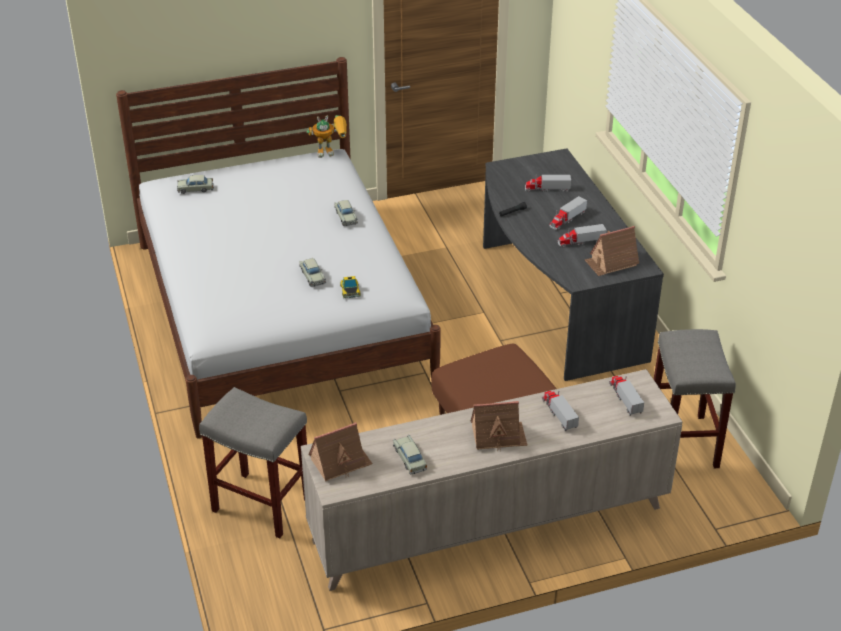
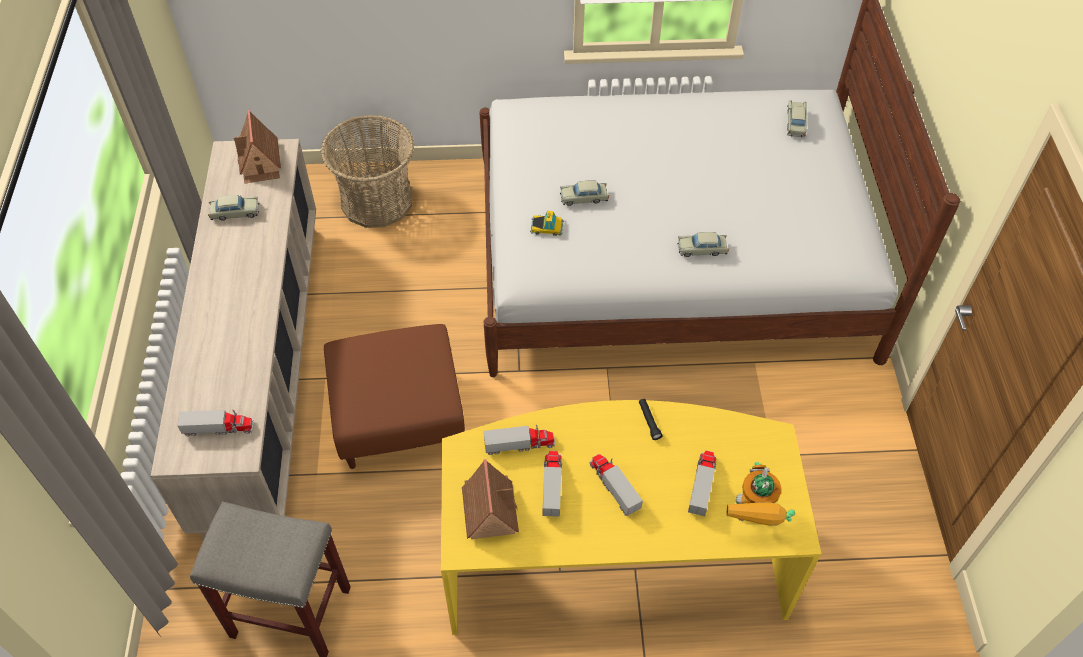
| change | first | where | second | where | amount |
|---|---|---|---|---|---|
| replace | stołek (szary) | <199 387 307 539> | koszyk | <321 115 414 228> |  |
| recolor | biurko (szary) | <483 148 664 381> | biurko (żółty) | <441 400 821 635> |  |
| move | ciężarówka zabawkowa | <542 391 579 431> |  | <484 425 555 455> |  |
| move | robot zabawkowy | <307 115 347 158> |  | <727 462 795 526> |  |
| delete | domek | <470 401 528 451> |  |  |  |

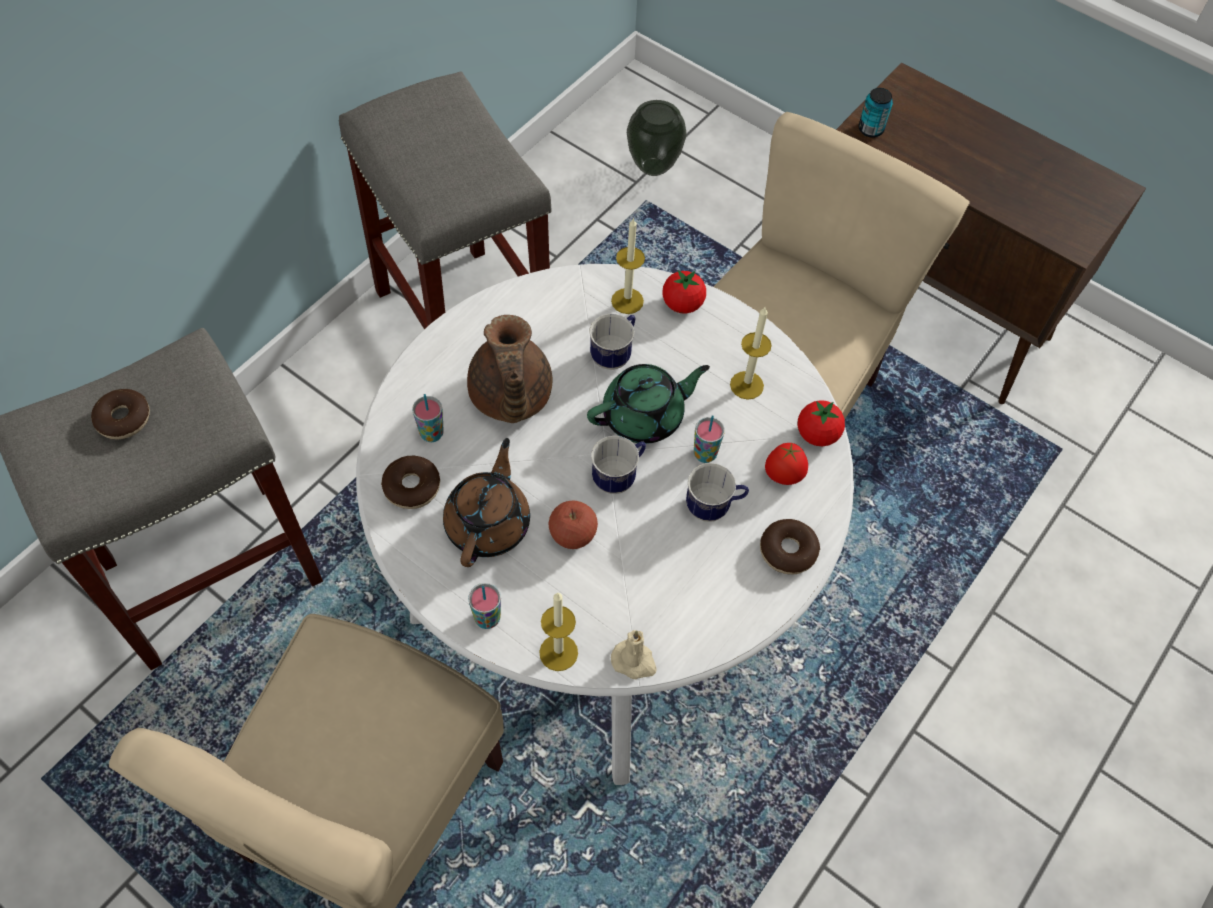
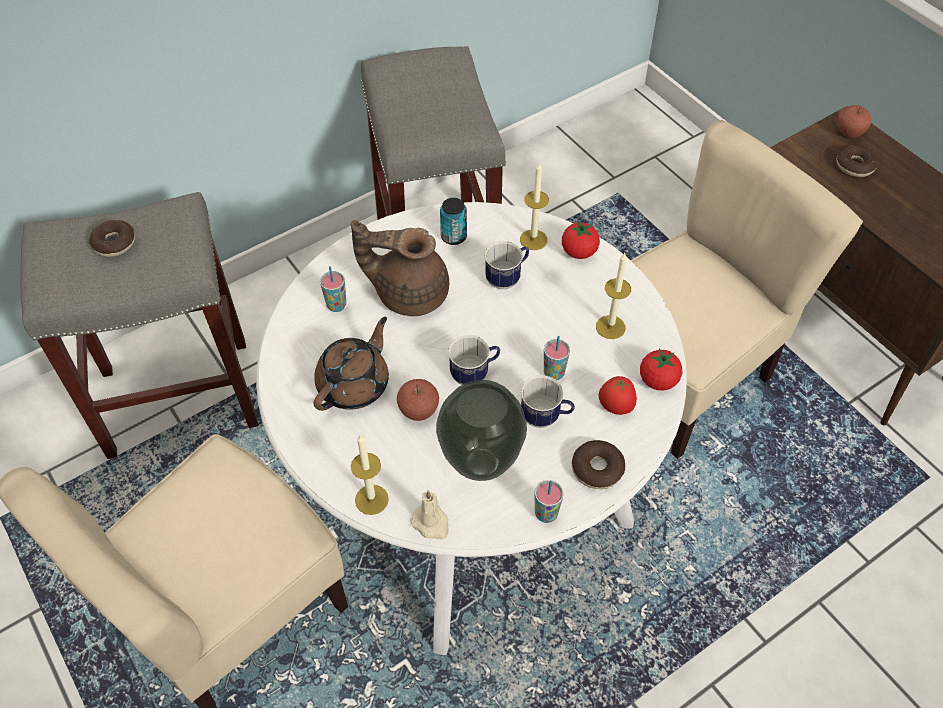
| change | first | where | second | where | amount |
|---|---|---|---|---|---|
| rotate | imbryk (brązowy) | <467 315 553 423> |  | <351 220 449 316> | 90 degrees clockwise |
| move | wazon | <627 100 686 176> |  | <436 380 527 481> |  |
| move | puszka | <859 88 893 138> |  | <440 198 467 245> |  |
| move | filiżanka | <468 583 501 629> |  | <535 480 564 523> |  |
| move | donut | <381 456 440 509> |  | <836 145 878 177> |  |
| insert |  |  | jabłko | <837 105 871 138> |  |
| delete | imbryk (zielony) | <587 364 710 444> |  |  |  |

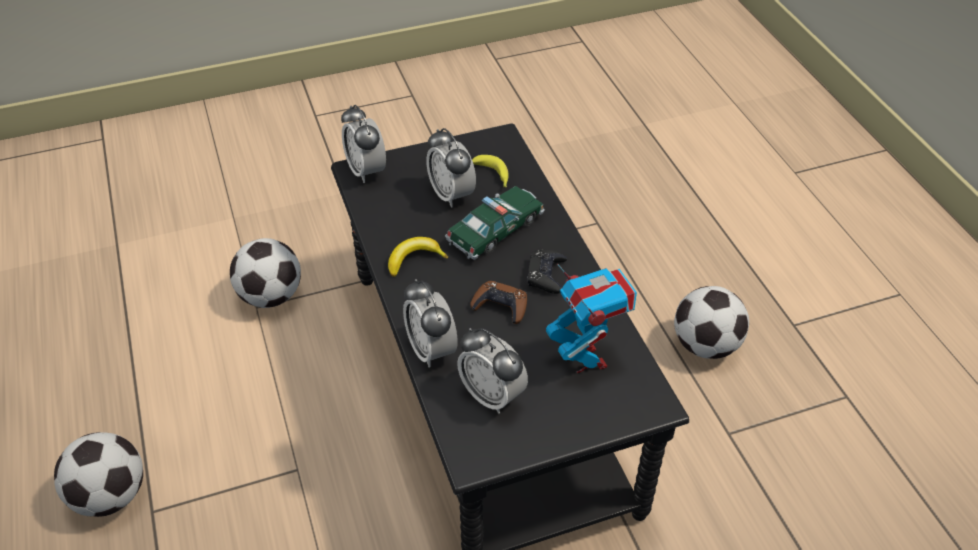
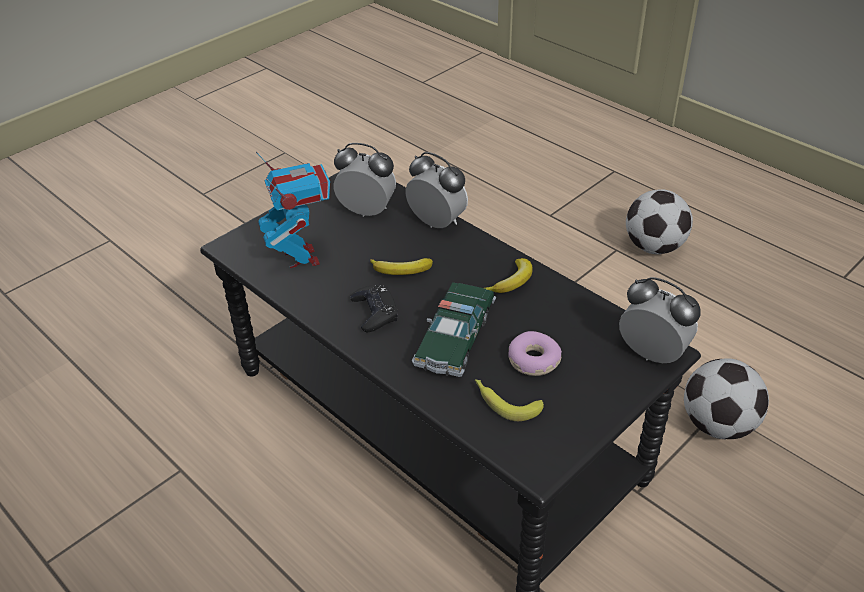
| change | first | where | second | where | amount |
|---|---|---|---|---|---|
| rotate | robot zabawkowy | <546 264 637 373> |  | <256 152 330 268> | 150 degrees counterclockwise |
| replace | pad do gier (brązowy) | <470 281 527 324> | banan | <370 258 433 275> |  |
| replace | budzik | <426 128 476 208> | donut | <508 331 562 376> |  |
| delete | piłka futbolowa | <674 286 749 359> |  |  |  |

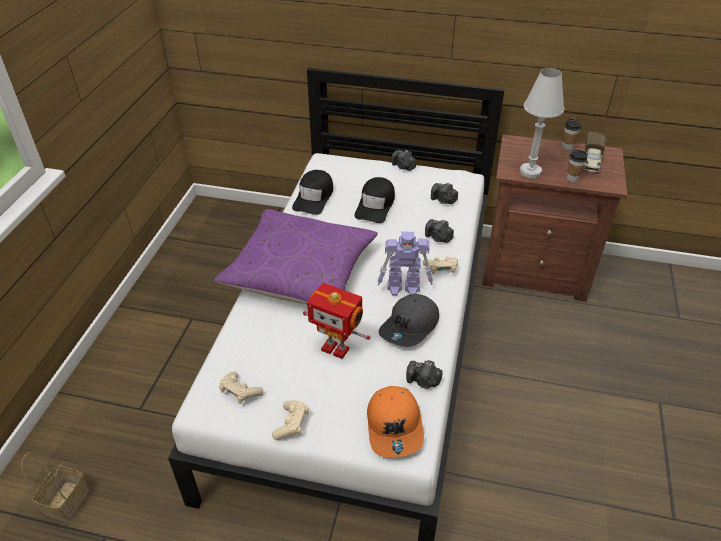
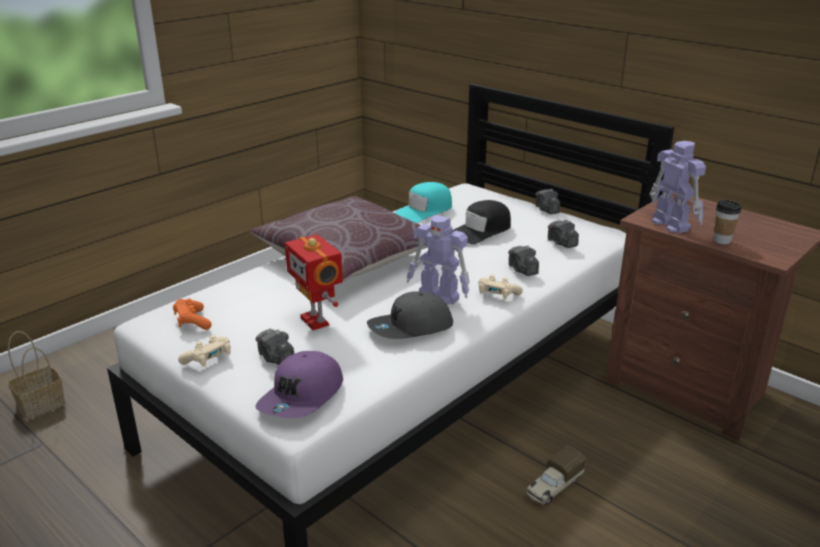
| change | first | where | second | where | amount |
|---|---|---|---|---|---|
| recolor | pad do gier (beżowy) | <219 371 263 404> | pad do gier (pomarańczowy) | <173 298 212 330> |  |
| recolor | poduszka (fioletowy) | <214 209 378 305> | poduszka (brązowy) | <250 196 427 281> |  |
| recolor | czapka z daszkiem (pomarańczowy) | <367 386 424 457> | czapka z daszkiem (fioletowy) | <255 351 343 418> |  |
| move | aparat fotograficzny | <406 360 443 389> |  | <256 329 294 365> |  |
| recolor | czapka z daszkiem (czarny) | <292 170 333 215> | czapka z daszkiem (turkusowy) | <394 182 452 223> |  |
| move | ciężarówka zabawkowa | <583 133 606 173> |  | <525 446 586 504> |  |
| replace | lampa stołowa (biały) | <519 68 564 178> | robot zabawkowy | <649 141 706 233> |  |
| delete | filiżanka | <562 119 581 150> |  |  |  |

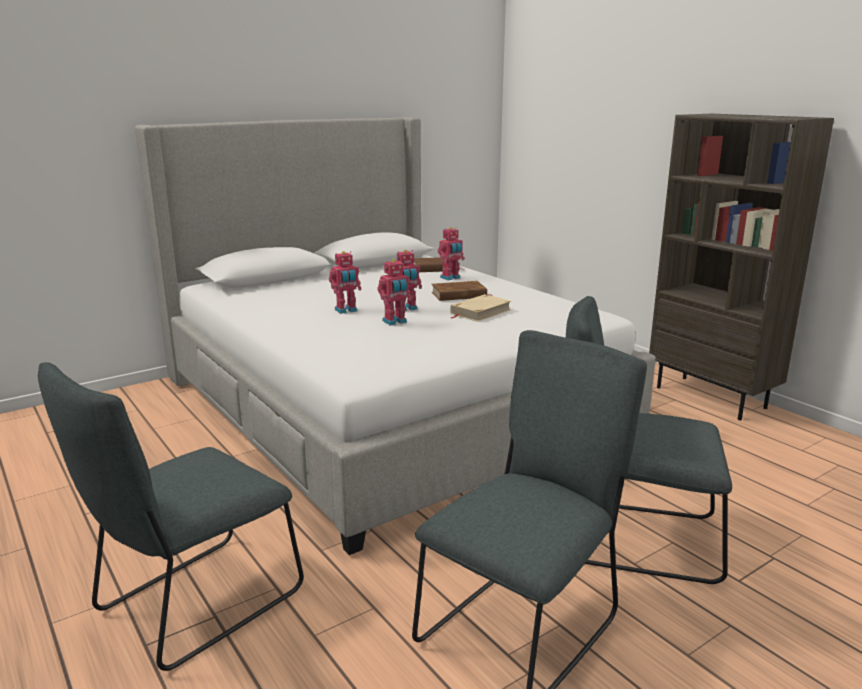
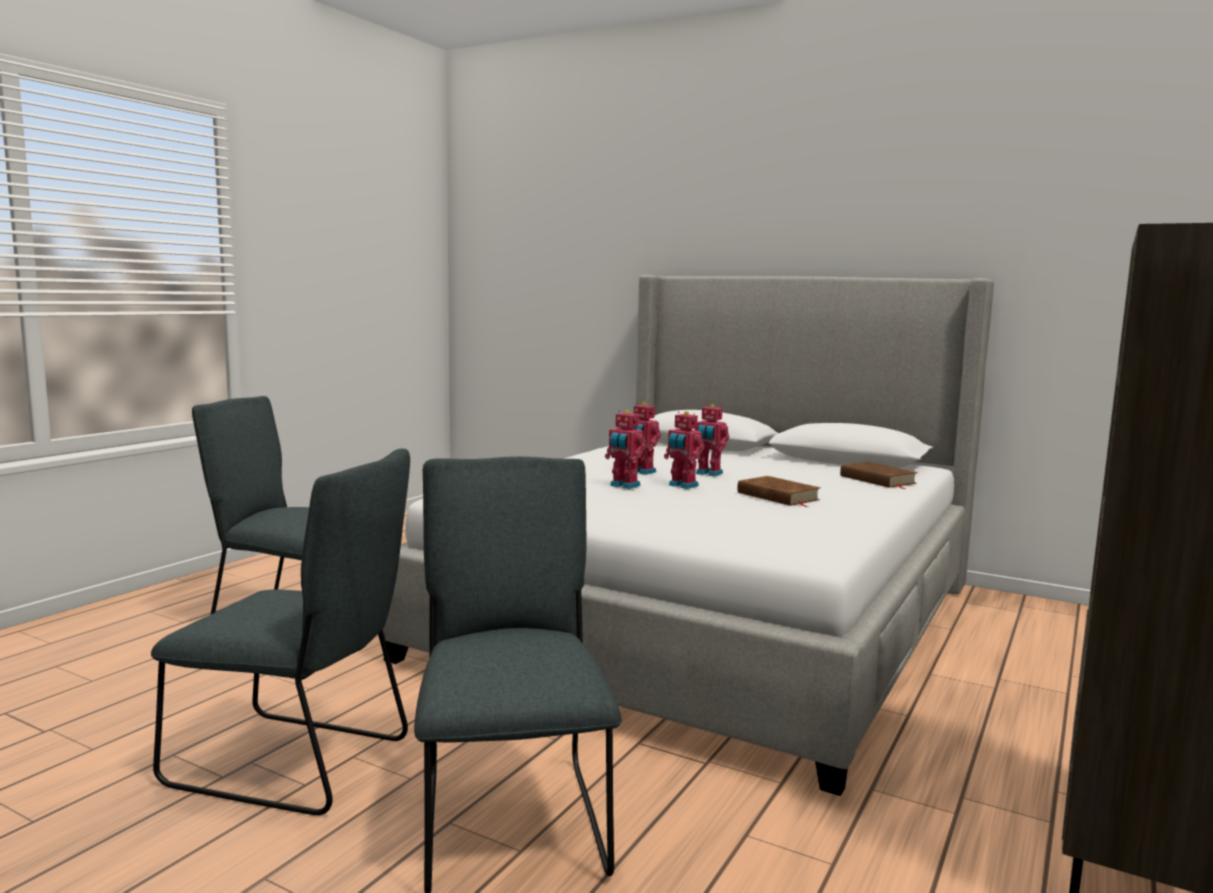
| change | first | where | second | where | amount |
|---|---|---|---|---|---|
| move | robot zabawkowy | <438 227 465 280> |  | <694 404 729 477> |  |
| delete | książka (beżowy) | <450 294 511 322> |  |  |  |

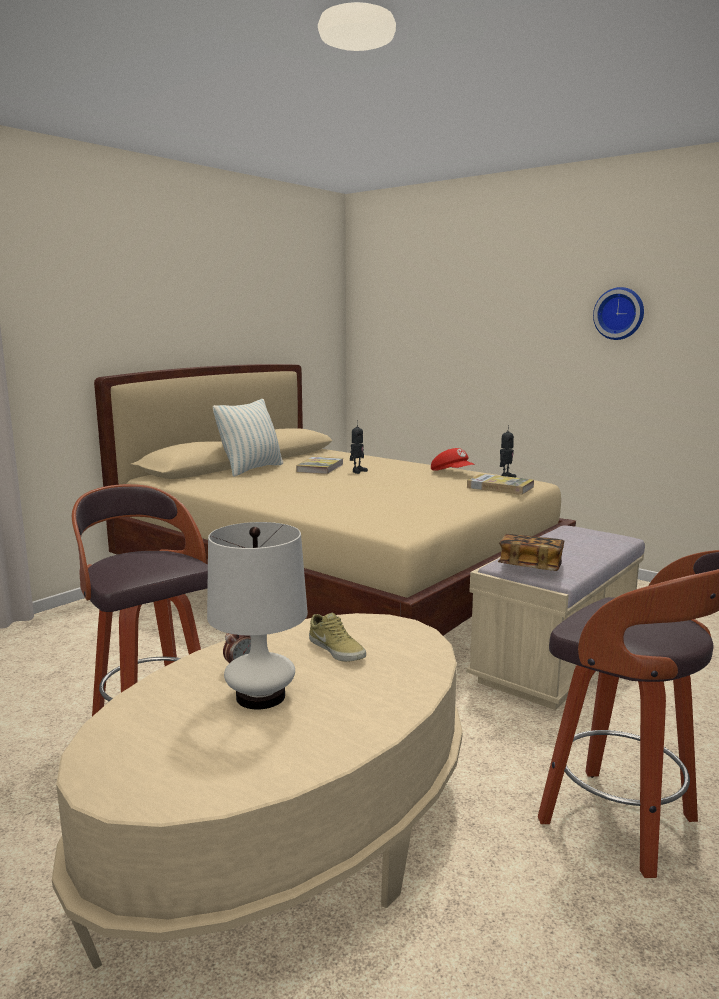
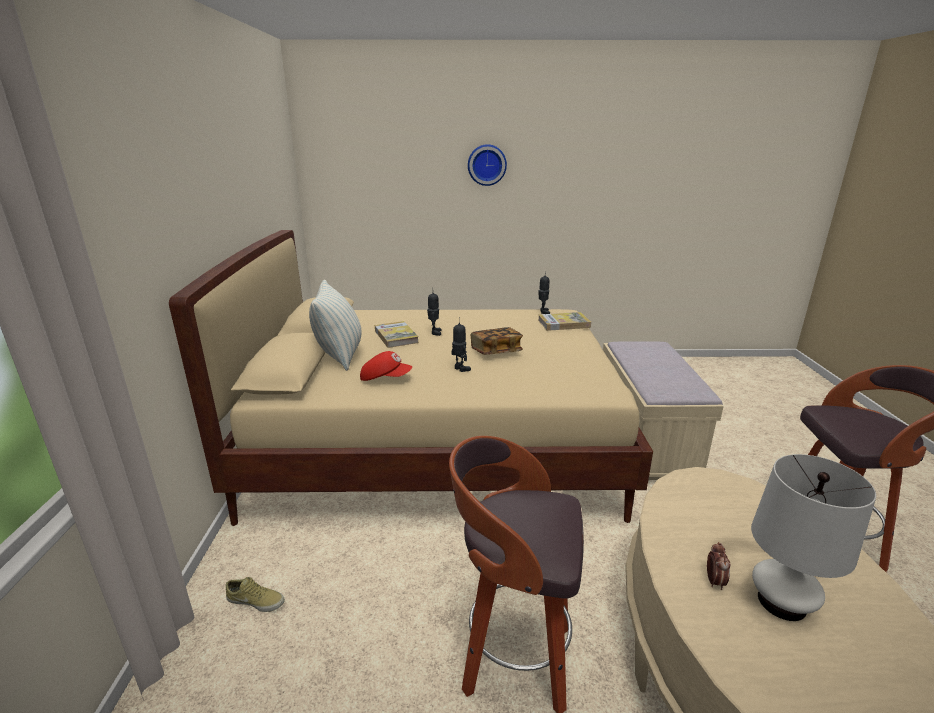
| change | first | where | second | where | amount |
|---|---|---|---|---|---|
| move | but (beżowy) | <309 613 366 662> |  | <226 577 285 612> |  |
| move | czapka z daszkiem (czerwony) | <431 448 475 471> |  | <360 351 412 381> |  |
| insert |  |  | robot zabawkowy | <451 318 471 372> |  |
| move | zegar ścienny | <593 287 644 340> |  | <468 144 507 186> |  |
| move | książka | <498 534 564 571> |  | <471 327 523 355> |  |

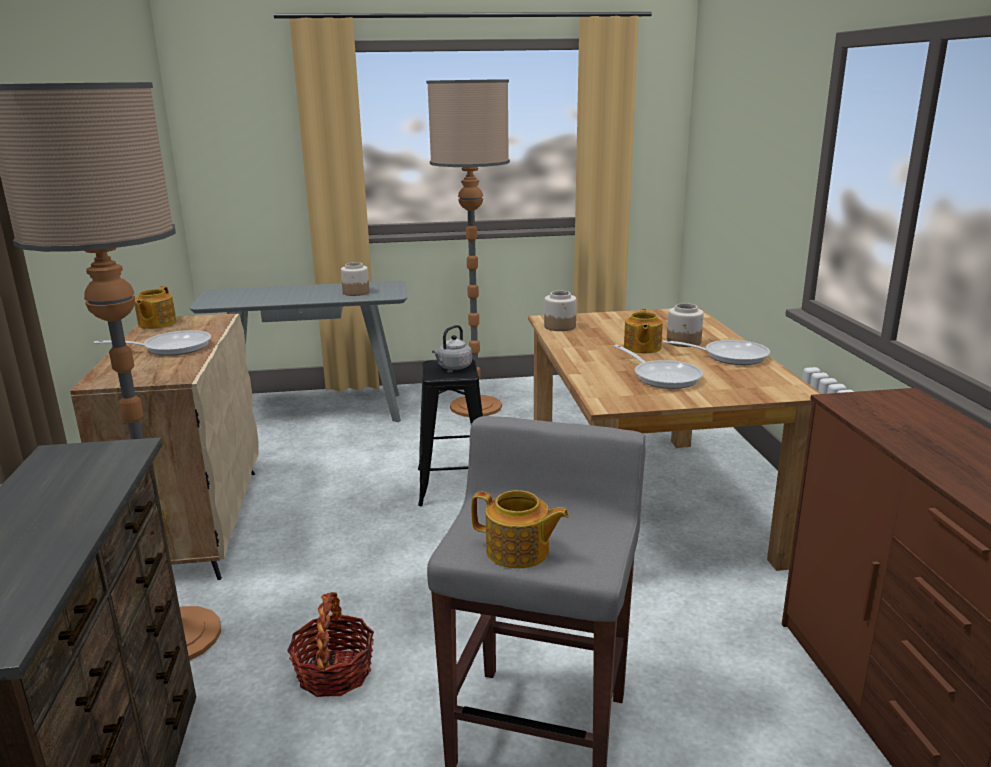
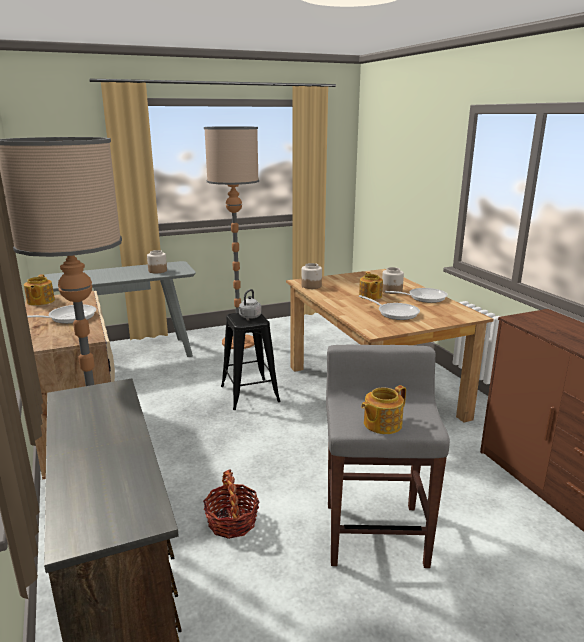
| change | first | where | second | where | amount |
|---|---|---|---|---|---|
| rotate | imbryk | <471 490 569 569> |  | <361 385 406 434> | 135 degrees clockwise |

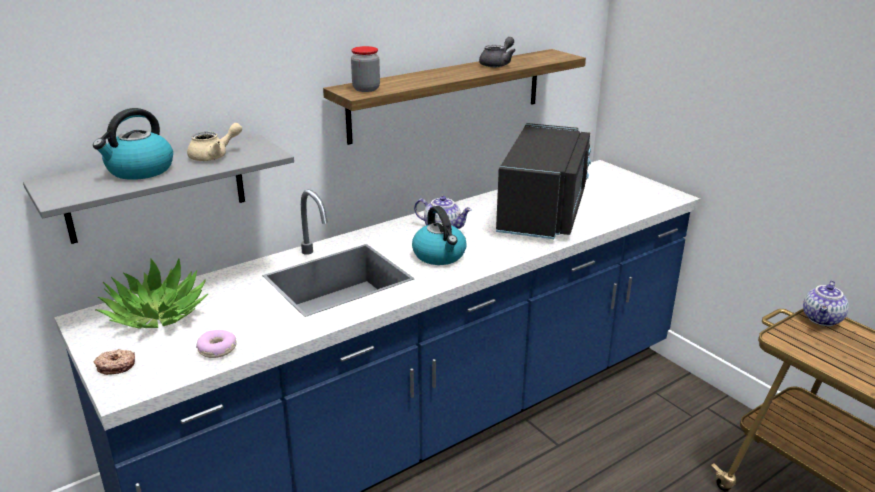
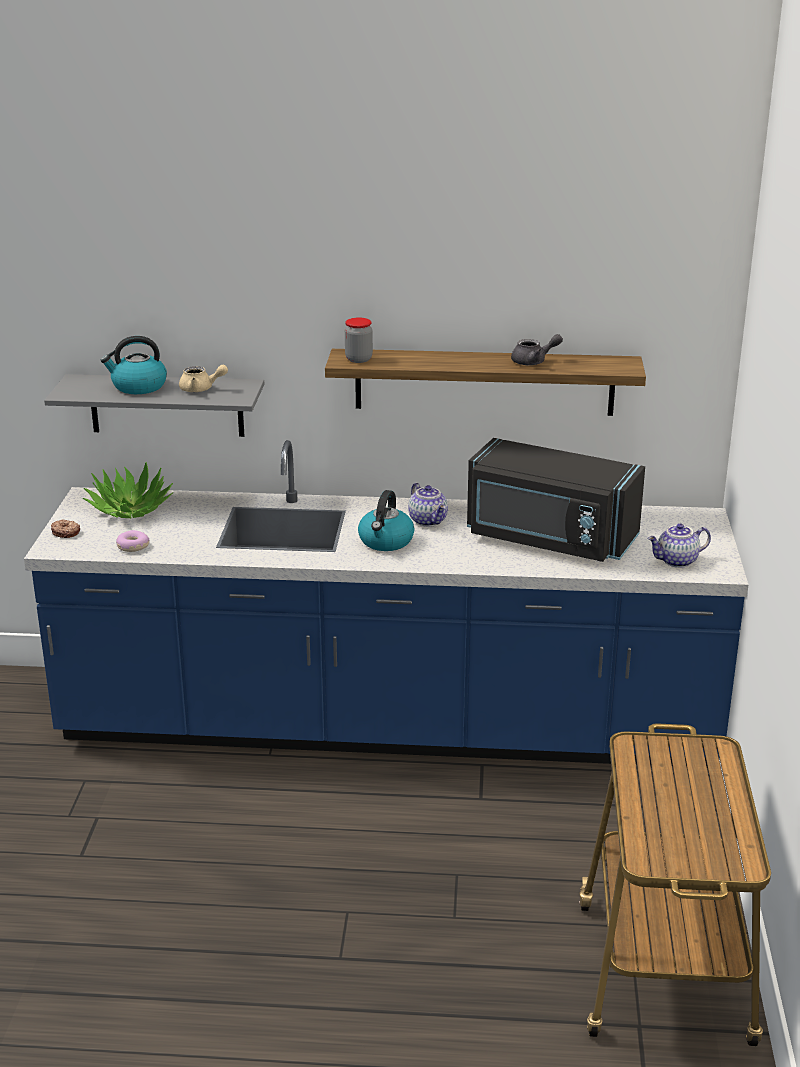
| change | first | where | second | where | amount |
|---|---|---|---|---|---|
| rotate | mikrofalówka (czarny) | <496 123 591 239> |  | <467 438 645 562> | 60 degrees clockwise |
| move | imbryk | <803 280 849 326> |  | <647 523 711 568> |  |

